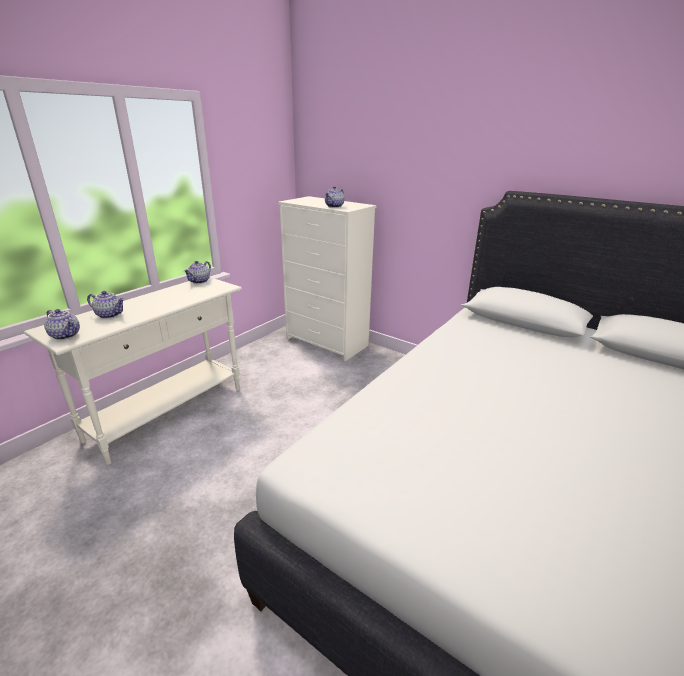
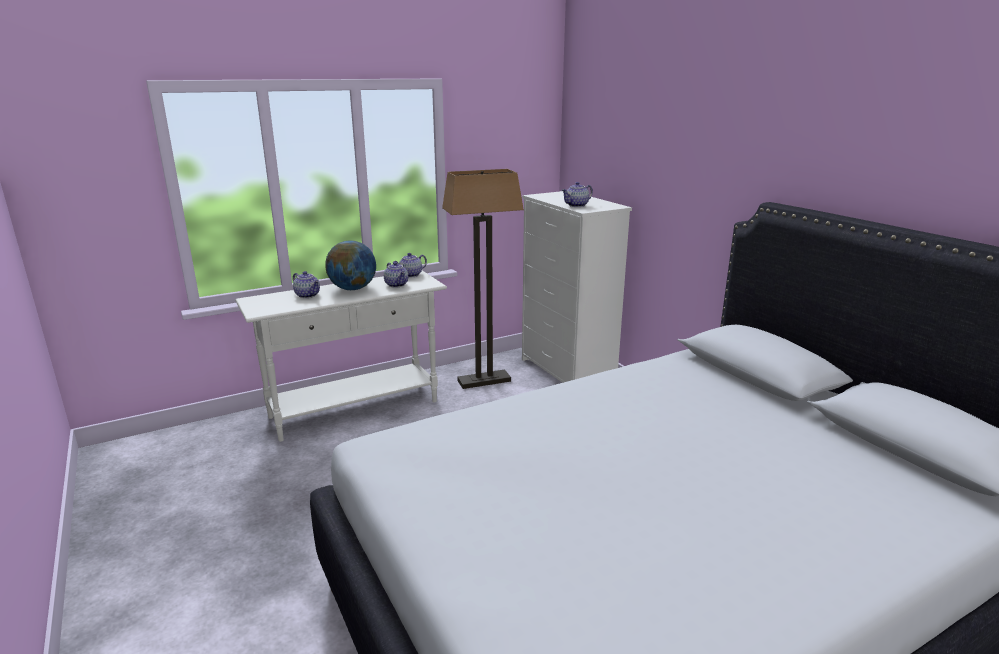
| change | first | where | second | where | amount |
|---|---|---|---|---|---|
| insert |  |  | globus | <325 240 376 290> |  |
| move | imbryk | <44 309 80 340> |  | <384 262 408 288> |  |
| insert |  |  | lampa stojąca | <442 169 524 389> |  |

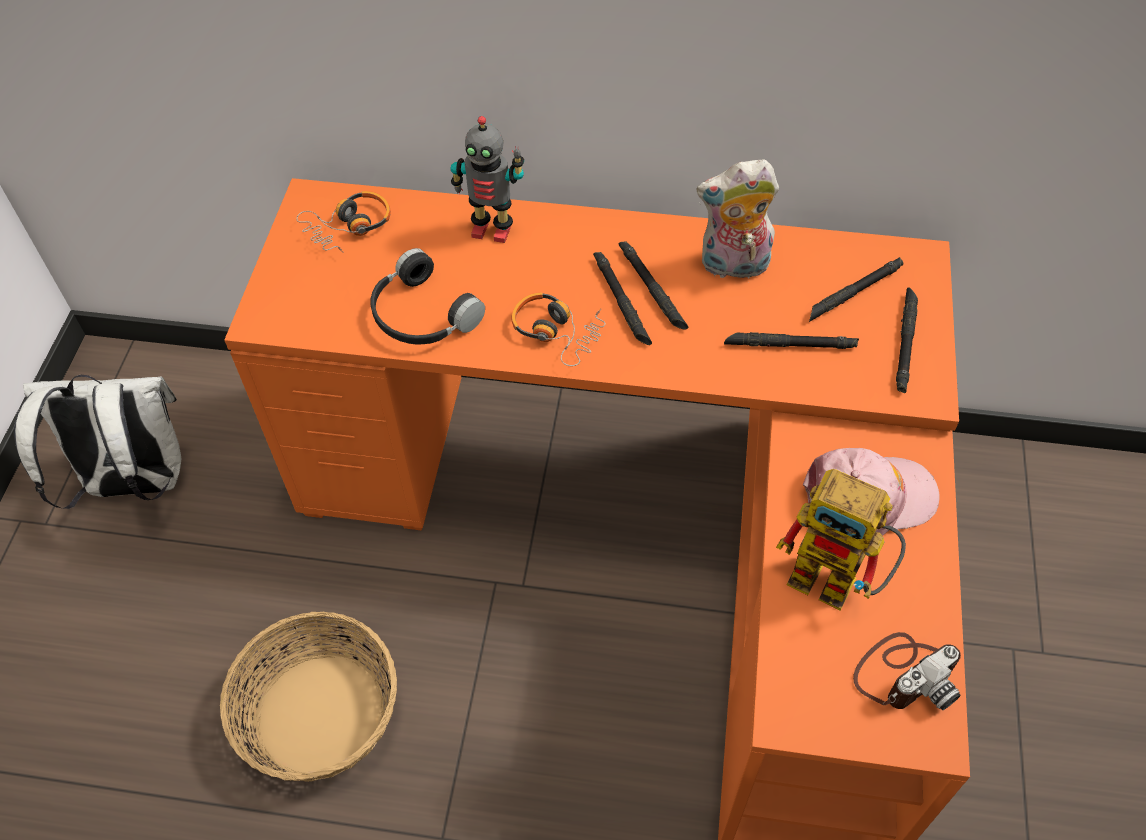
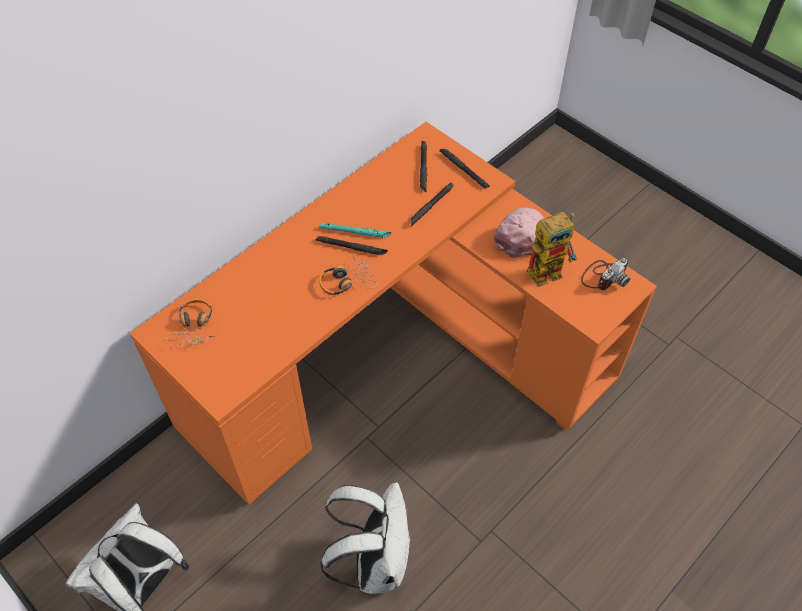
| change | first | where | second | where | amount |
|---|---|---|---|---|---|
| recolor | latarka (czarny) | <619 241 688 330> | latarka (turkusowy) | <319 223 391 238> |  |
| replace | koszyk | <220 612 397 782> | plecak (biały) | <320 483 411 594> |  |
| rotate | aparat fotograficzny | <853 632 961 710> |  | <581 258 630 290> | 45 degrees clockwise |
| delete | słuchawki (czarny) | <370 248 485 344> |  |  |  |
| delete | robot zabawkowy | <450 116 524 243> |  |  |  |
| delete | pluszak | <696 159 779 283> |  |  |  |

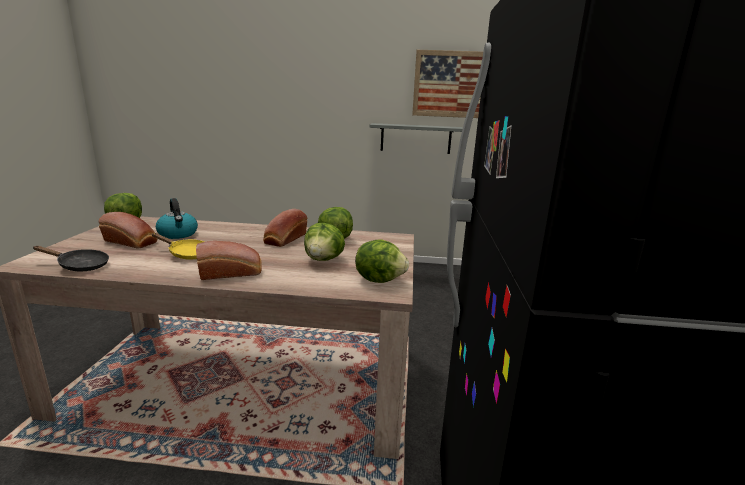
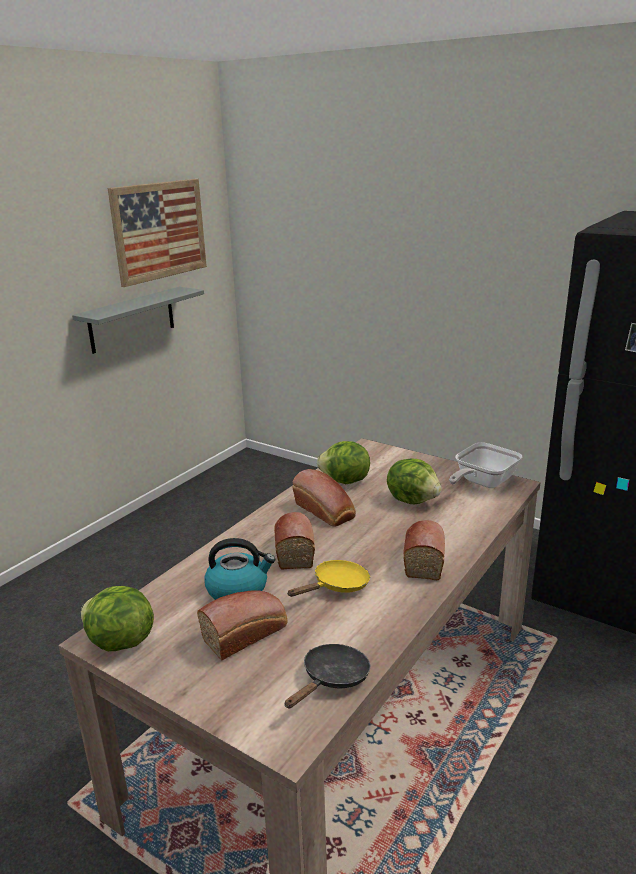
| change | first | where | second | where | amount |
|---|---|---|---|---|---|
| insert |  |  | chleb | <274 512 315 570> |  |
| replace | sałata | <355 239 409 283> | patelnia | <449 442 522 488> |  |

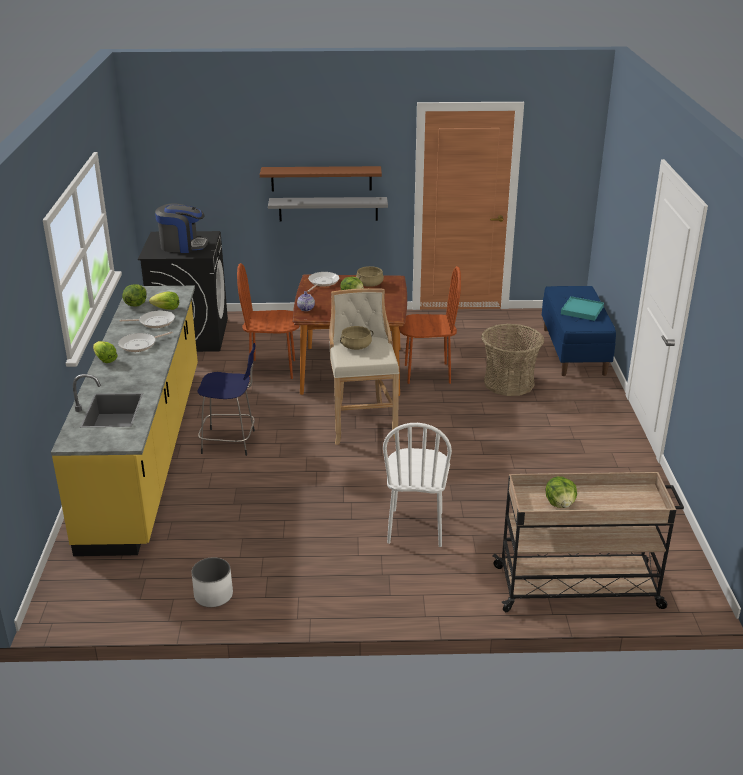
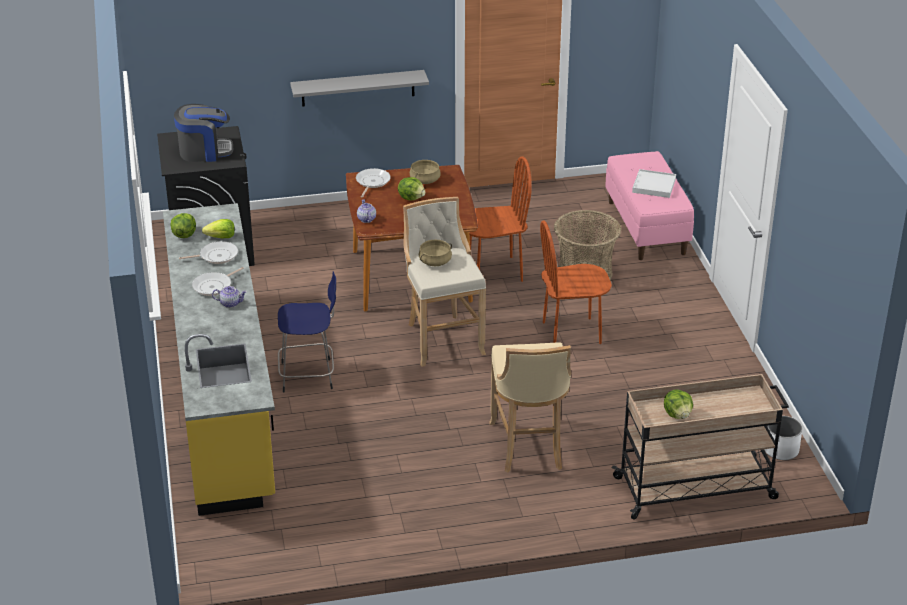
| change | first | where | second | where | amount |
|---|---|---|---|---|---|
| insert |  |  | imbryk | <212 286 247 308> |  |
| replace | krzesło (biały) | <383 423 452 547> | stołek (beżowy) | <489 342 572 472> |  |
| move | krzesło (brązowy) | <237 263 300 379> |  | <540 221 612 344> |  |
| recolor | ławka (niebieski) | <542 286 616 376> | ławka (różowy) | <605 151 694 260> |  |
| recolor | taca (turkusowy) | <561 296 604 321> | taca (biały) | <632 169 676 198> |  |
| move | donica (biały) | <192 557 233 607> |  | <764 416 802 460> |  |
| delete | sałata | <93 341 118 363> |  |  |  |
| delete | półka (brązowy) | <260 166 382 191> |  |  |  |

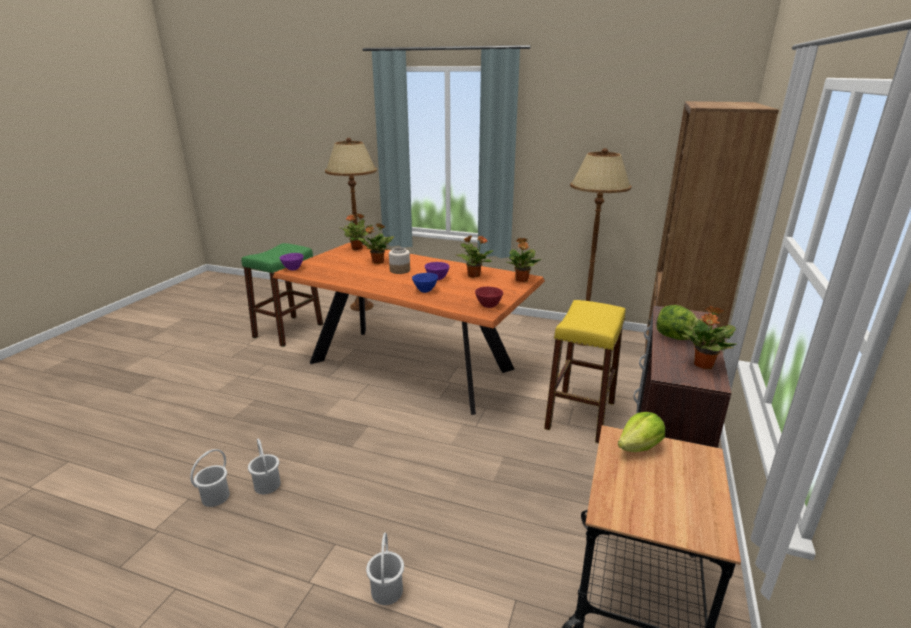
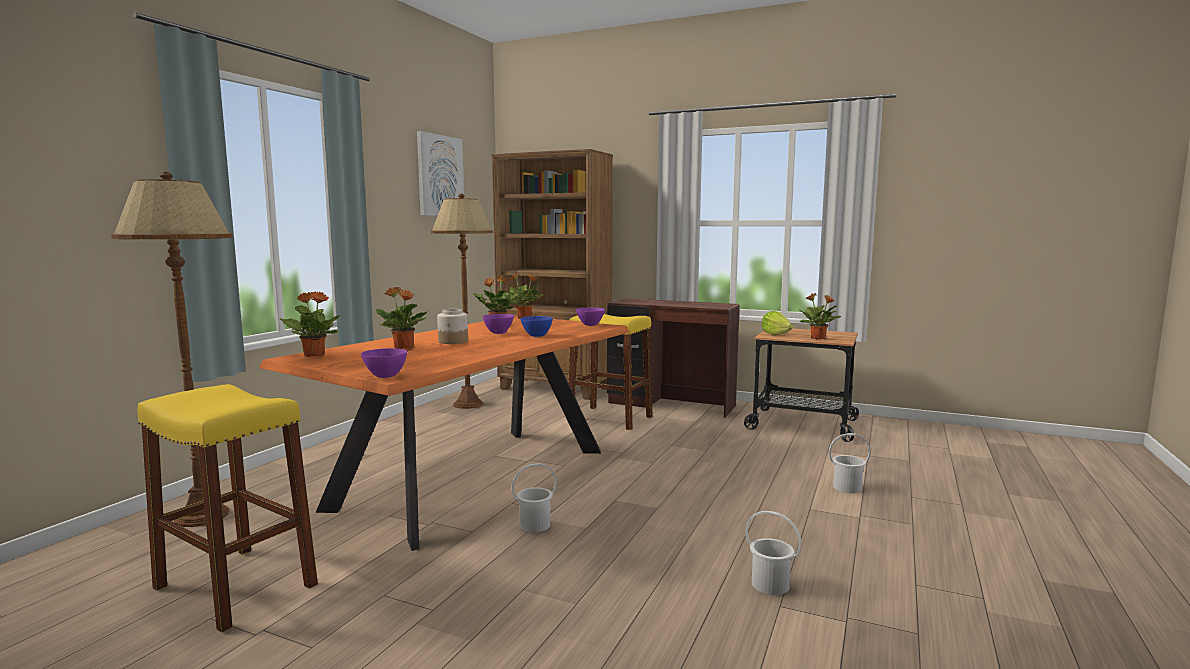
| change | first | where | second | where | amount |
|---|---|---|---|---|---|
| recolor | stołek (zielony) | <241 243 323 347> | stołek (żółty) | <138 384 318 633> |  |
| insert |  |  | obraz | <417 131 464 216> |  |
| move | wiadro (biały) | <248 438 281 494> |  | <512 463 557 532> |  |
| recolor | miska (czerwony) | <475 287 503 308> | miska (fioletowy) | <576 308 605 326> |  |
| move | roślina doniczkowa | <682 305 736 369> |  | <798 293 842 340> |  |
| delete | sałata | <656 305 698 340> |  |  |  |

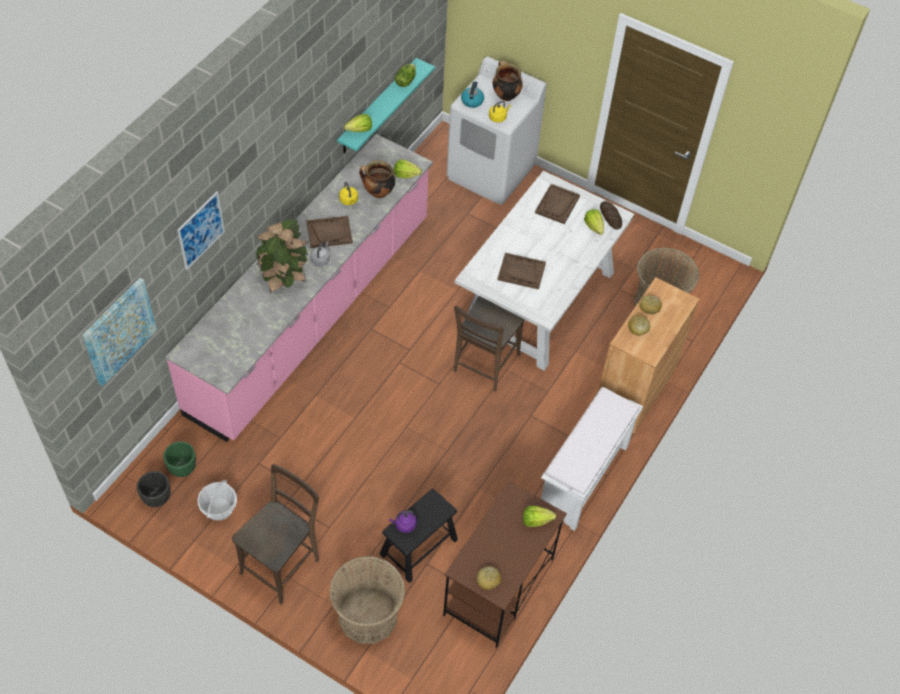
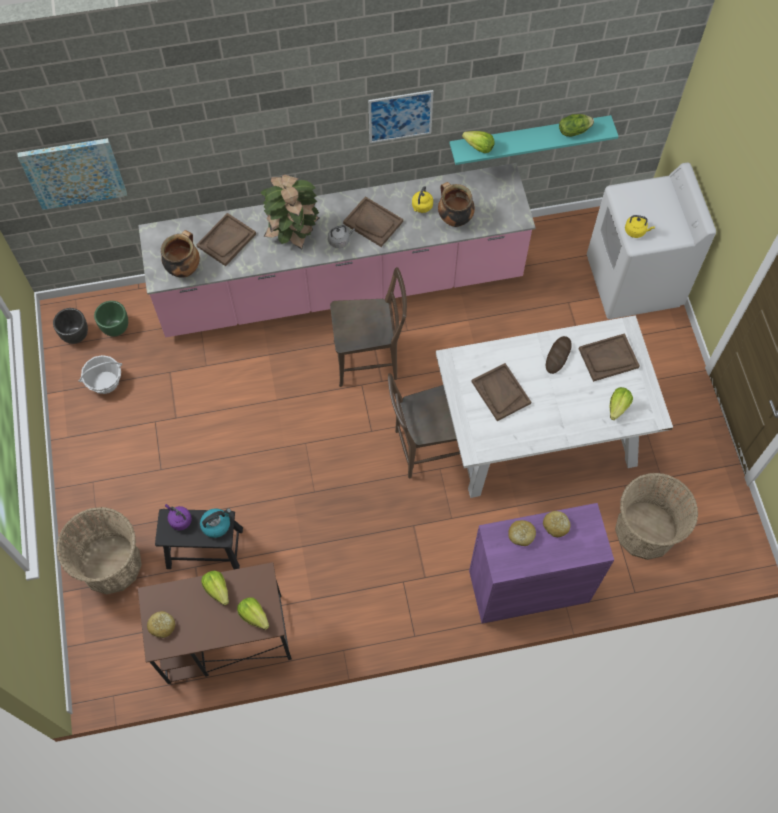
| change | first | where | second | where | amount |
|---|---|---|---|---|---|
| move | garnek | <493 61 523 101> |  | <161 230 200 278> |  |
| insert |  |  | taca (brązowy) | <196 213 256 266> |  |
| move | czajnik | <461 81 484 108> |  | <200 508 231 538> |  |
| move | sałata | <394 159 422 178> |  | <201 571 229 606> |  |
| move | krzesło (brązowy) | <232 464 319 604> |  | <330 267 407 387> |  |
| move | obraz | <177 191 225 270> |  | <369 90 433 143> |  |
| recolor | szafka (brązowy) | <598 277 699 434> | szafka (fioletowy) | <469 503 614 624> |  |
| move | chleb | <600 201 622 229> |  | <546 336 572 374> |  |
| delete | ławka (biały) | <541 387 643 531> |  |  |  |

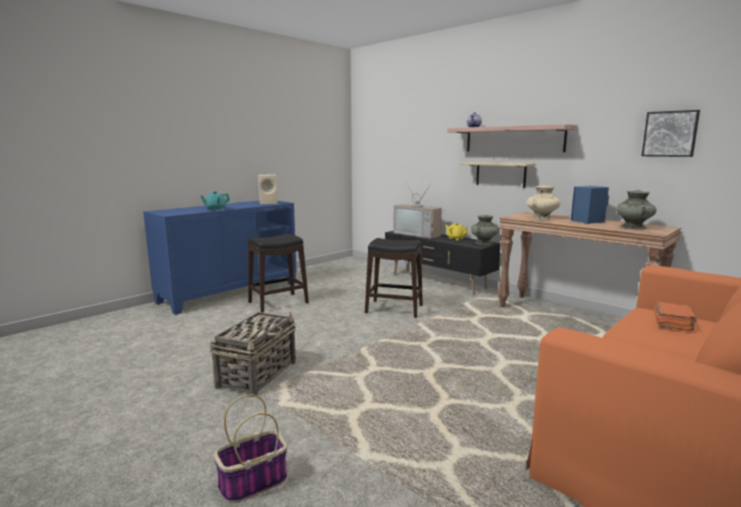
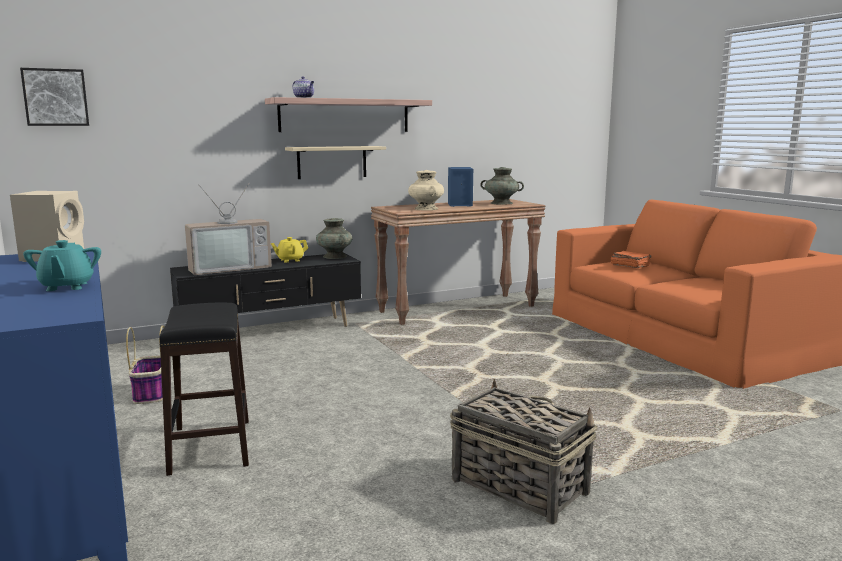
| change | first | where | second | where | amount |
|---|---|---|---|---|---|
| move | obraz | <642 110 700 157> |  | <20 68 89 126> |  |
| move | koszyk | <214 394 287 503> |  | <126 325 164 404> |  |
| delete | stołek (czarny) | <365 238 423 318> |  |  |  |

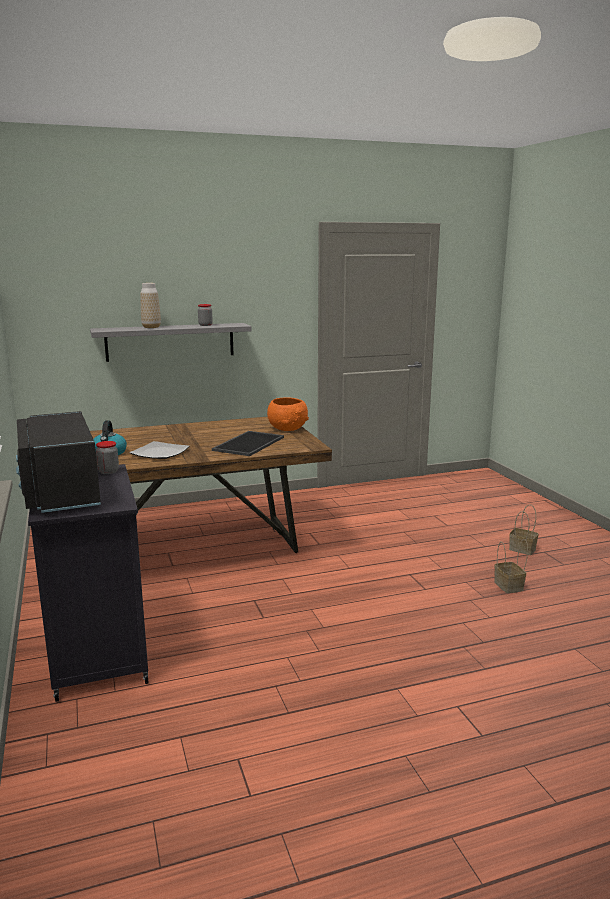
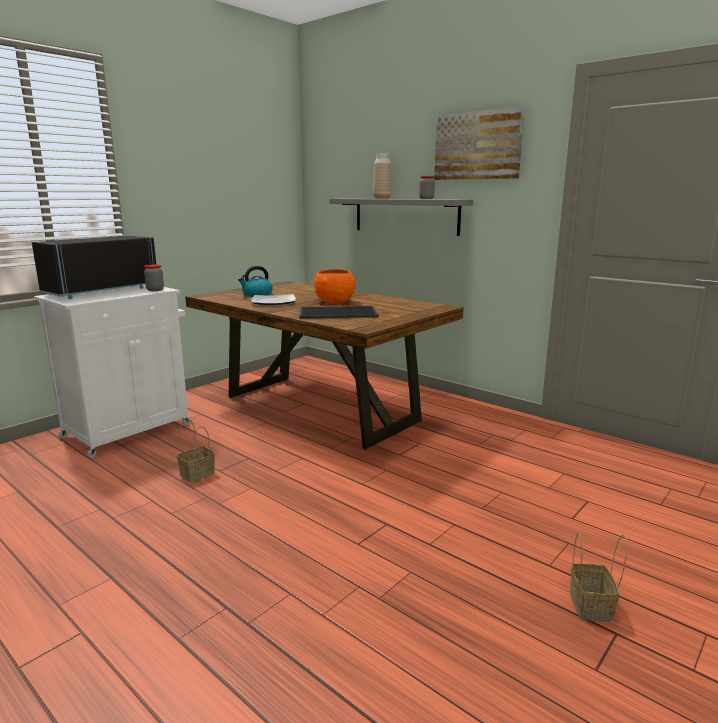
| change | first | where | second | where | amount |
|---|---|---|---|---|---|
| recolor | szafka (czarny) | <28 464 148 702> | szafka (biały) | <34 285 191 458> |  |
| move | koszyk | <494 539 528 593> |  | <177 418 215 482> |  |
| move | miska (pomarańczowy) | <267 398 309 431> |  | <314 269 355 303> |  |
| insert |  |  | obraz | <434 107 525 180> |  |

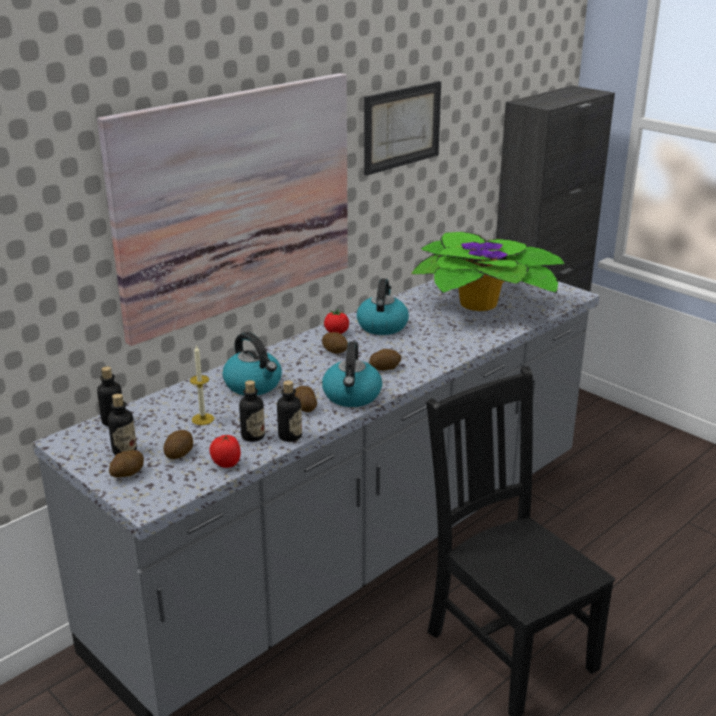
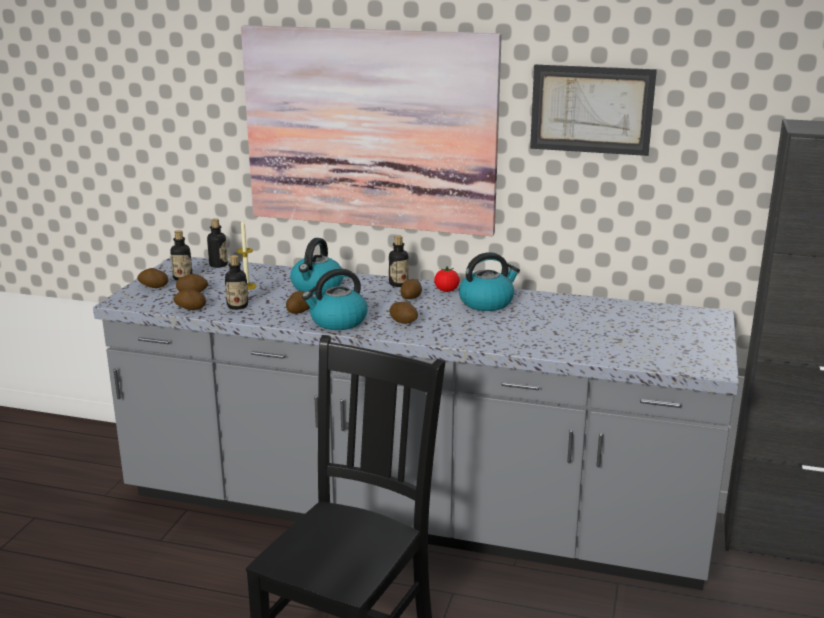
| change | first | where | second | where | amount |
|---|---|---|---|---|---|
| replace | pomidor | <210 434 241 468> | ziemniak | <173 289 206 310> |  |
| move | butelka | <277 380 302 442> |  | <389 235 408 287> |  |
| delete | roślina doniczkowa | <411 232 566 311> |  |  |  |

